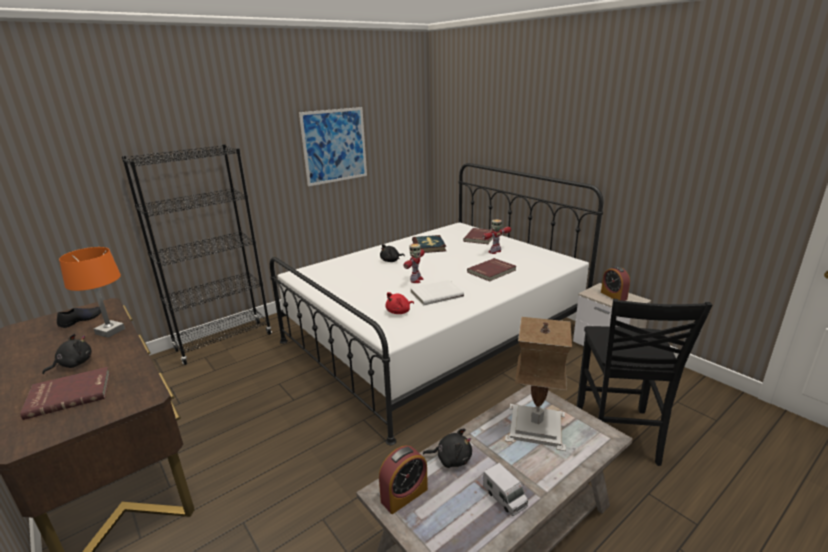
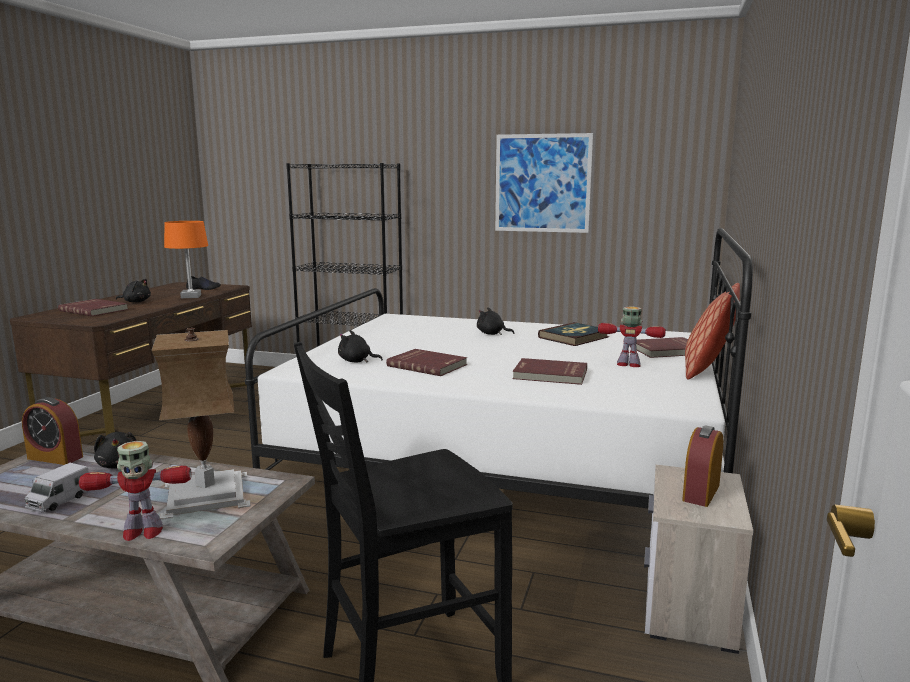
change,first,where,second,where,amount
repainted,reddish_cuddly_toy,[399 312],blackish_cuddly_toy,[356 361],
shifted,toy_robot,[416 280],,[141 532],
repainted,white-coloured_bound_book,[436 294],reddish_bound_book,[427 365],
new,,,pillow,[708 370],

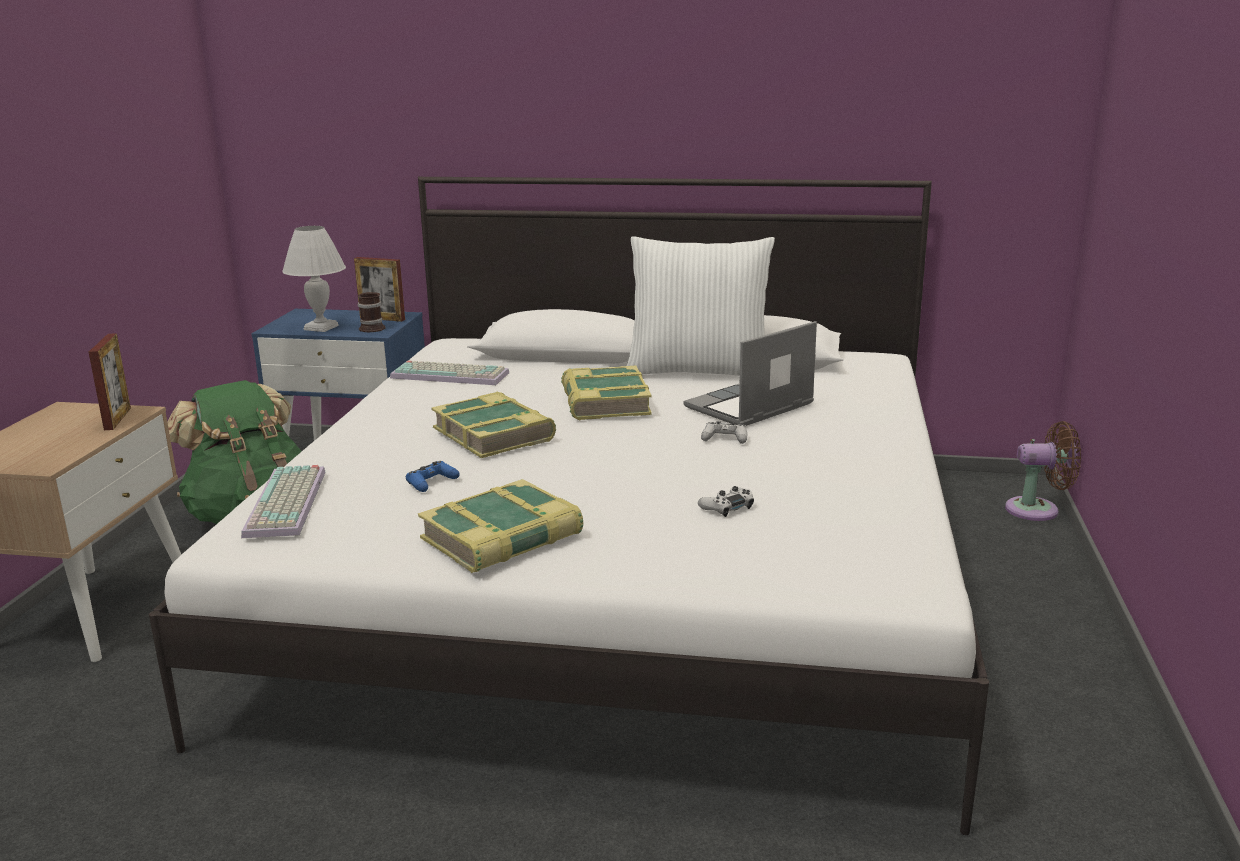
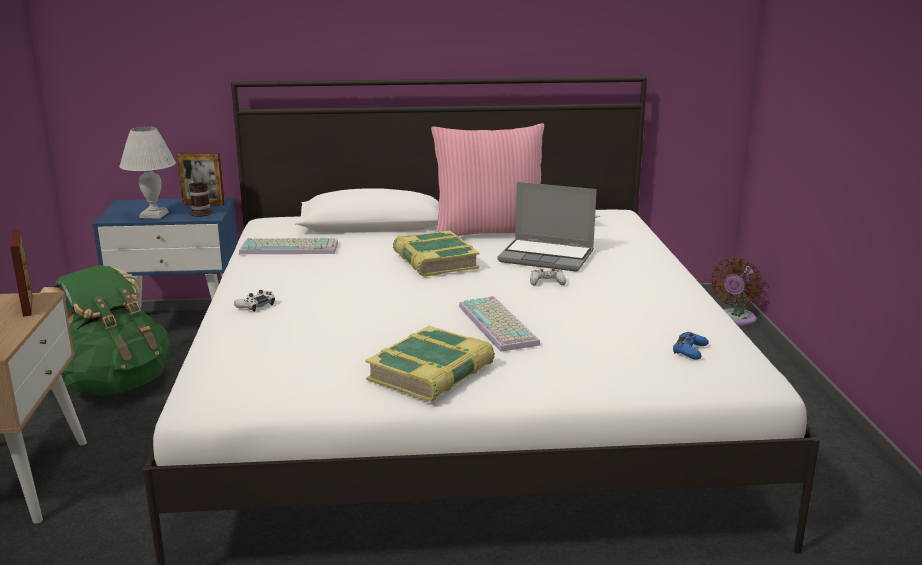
change,first,where,second,where,amount
shifted,PC_keyboard,[288 503],,[500 325],
shifted,blue_gamepad,[431 483],,[690 351],
gone,bound_book,[494 434],,,
repainted,white-coloured_pillow,[698 371],pink-coloured_pillow,[489 232],
rotated,notebook_computer,[749 407],,[547 257],105 degrees counterclockwise
shifted,white-coloured_gamepad,[727 507],,[256 305],
rotated,brown-coloured_electric_fan,[1038 510],,[735 319],135 degrees clockwise

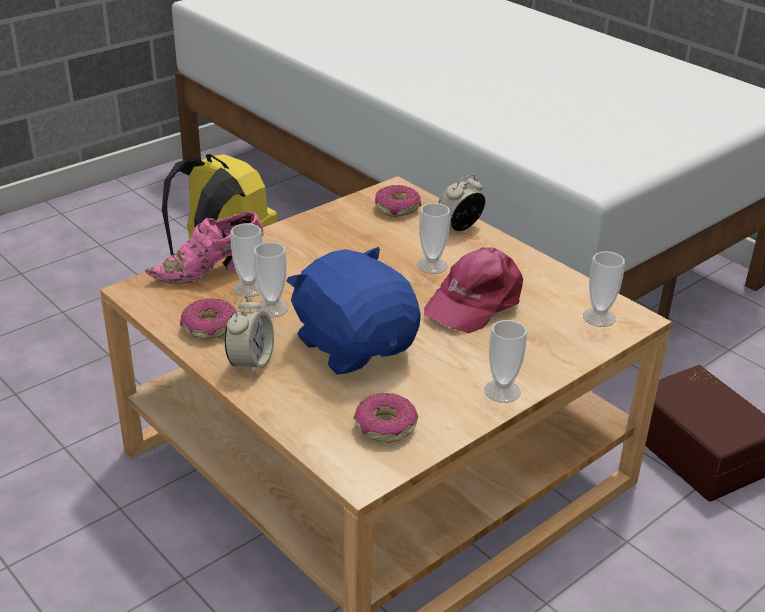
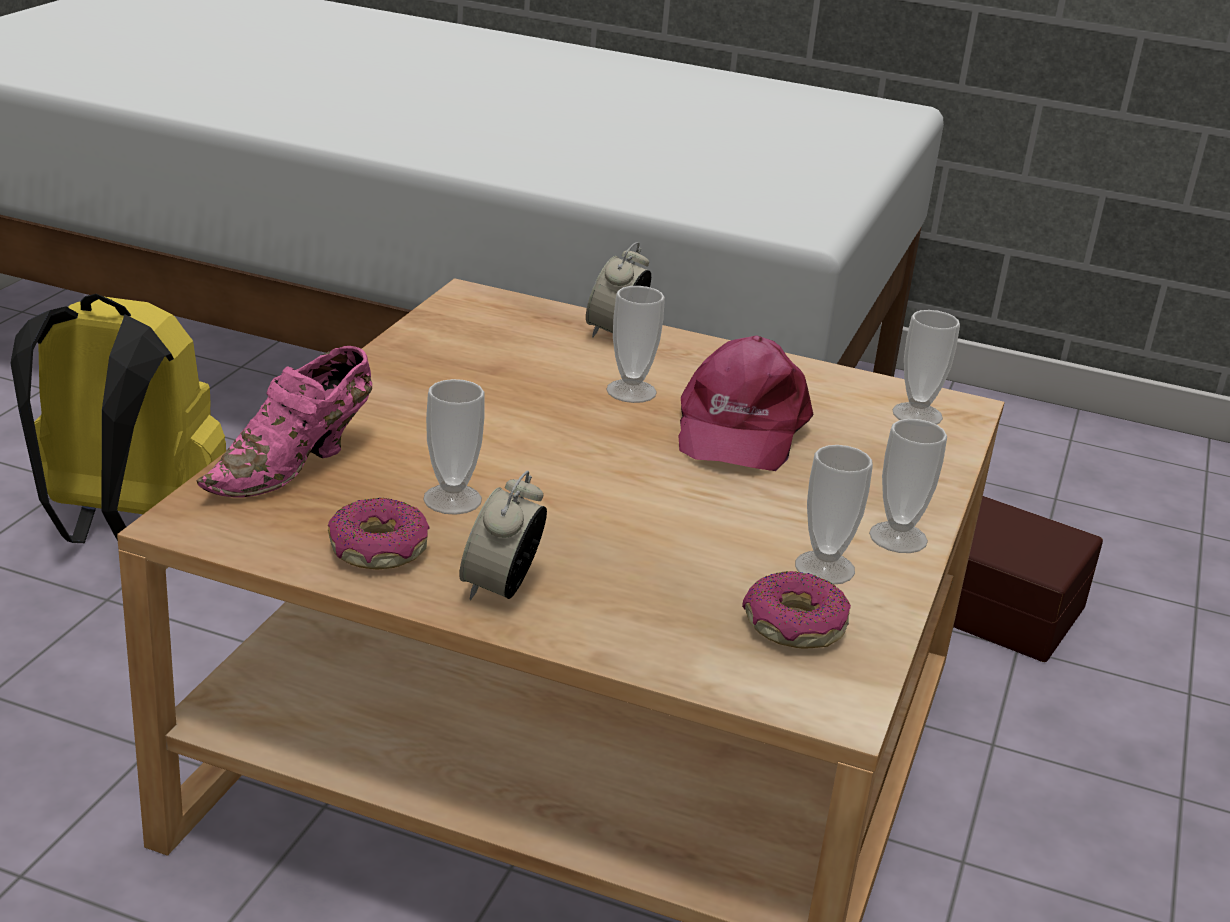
change,first,where,second,where,amount
rotated,alarm_clock,[251 362],,[501 587],150 degrees counterclockwise
shifted,small_cup,[249 288],,[824 568],
gone,blue_cuddly_toy,[355 345],,,
gone,doughnut,[397 208],,,

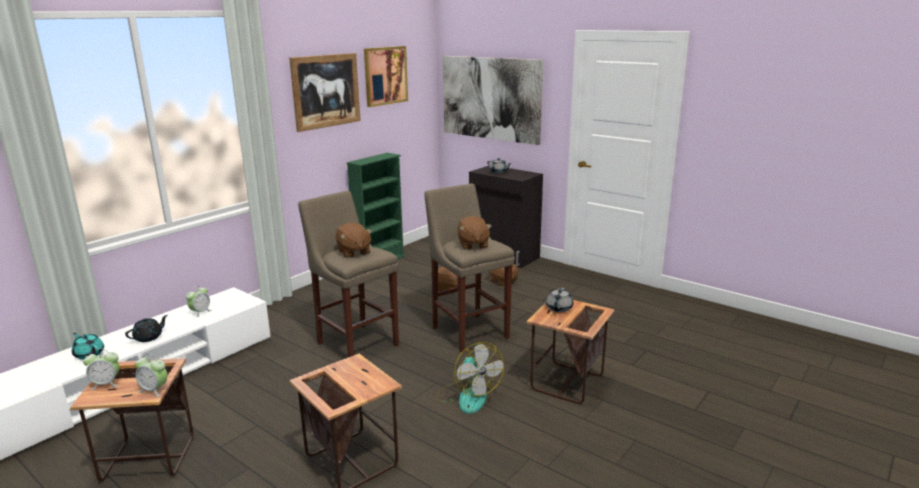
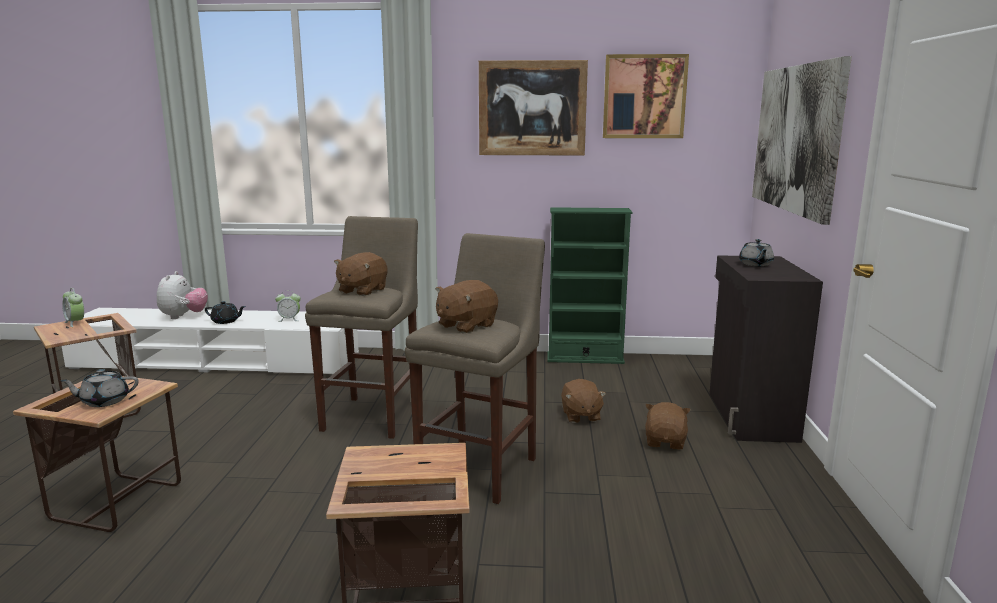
change,first,where,second,where,amount
swapped,blue-green_teapot,[89 354],cuddly_toy,[183 316],
gone,alarm_clock,[154 390],,,
gone,electric_fan,[468 396],,,
shifted,greyish_teapot,[558 308],,[104 401],

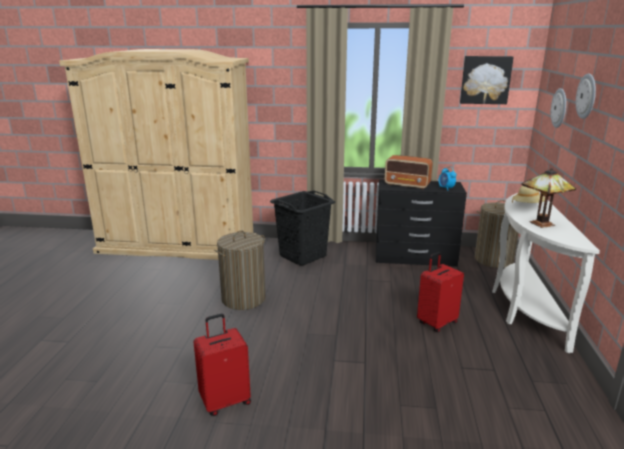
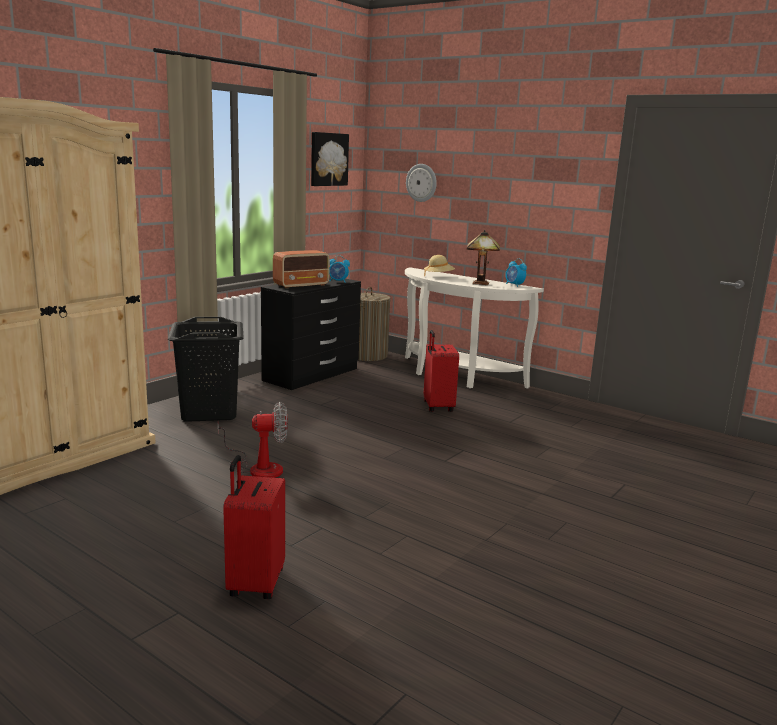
change,first,where,second,where,amount
shifted,reddish_travel_case,[225 401],,[254 583],
swapped,hamper,[243 299],electric_fan,[258 467],
gone,clock_on_the_wall,[587 96],,,
new,,,alarm_clock,[514 285],

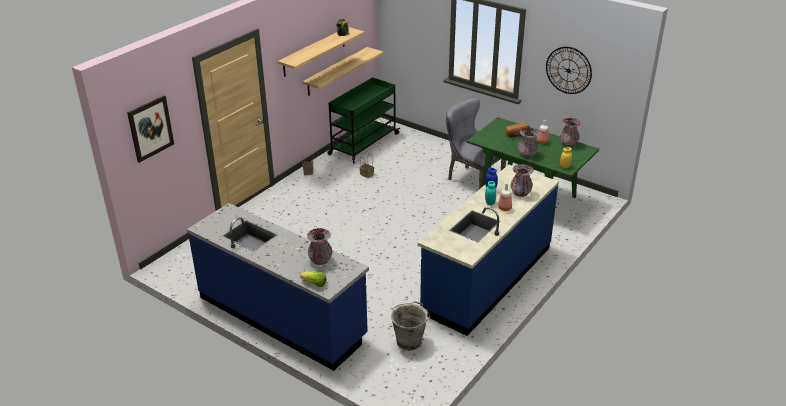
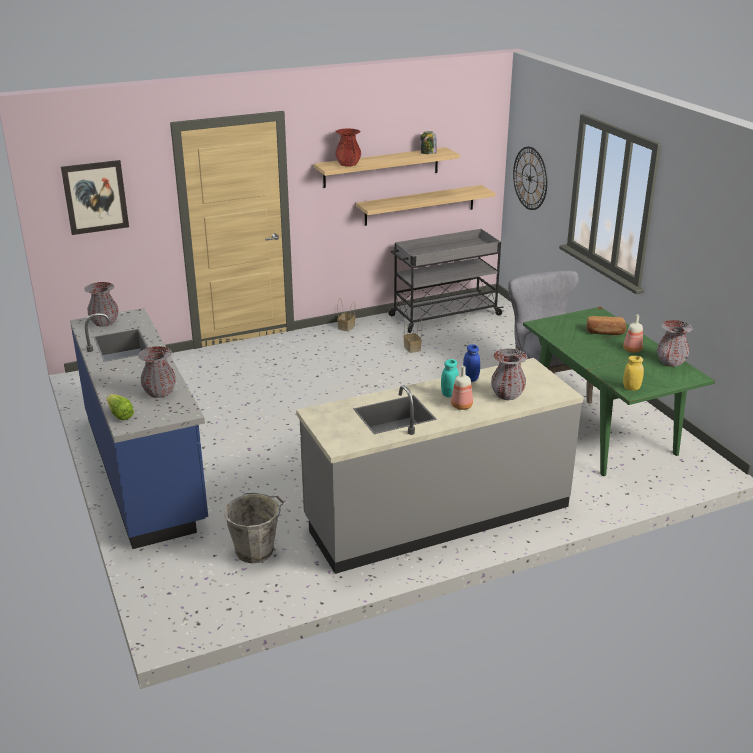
change,first,where,second,where,amount
repainted,green_cart,[363 144],greyish_cart,[443 315],
repainted,blue_kitchen_counter,[486 278],greyish_kitchen_counter,[437 514],
shifted,greyish_vase,[527 154],,[104 323],
shifted,clock_on_the_wall,[568 70],,[530 178],
new,,,reddish_vase,[348 164],

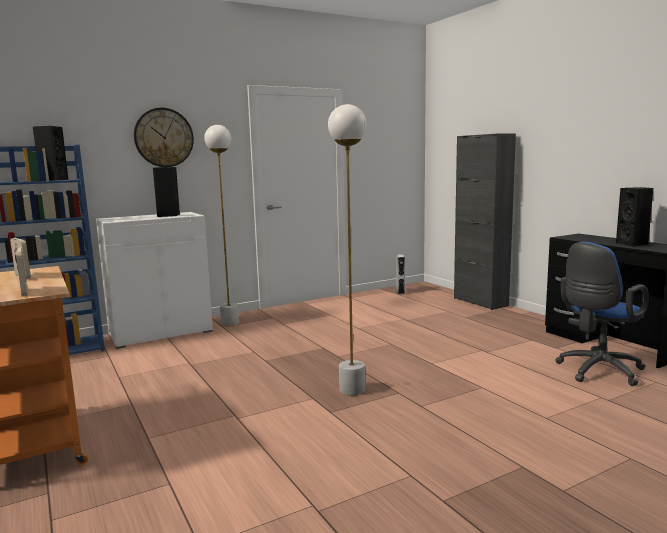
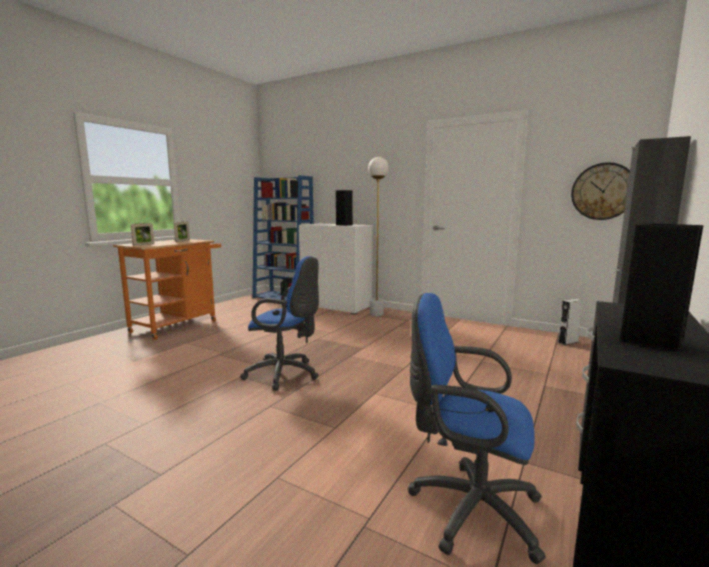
change,first,where,second,where,amount
gone,blackish_loudspeaker,[53 180],,,
shifted,clock_on_the_wall,[164 137],,[603 191],
swapped,white-coloured_floor_lamp,[352 390],blue_office_chair,[285 375],

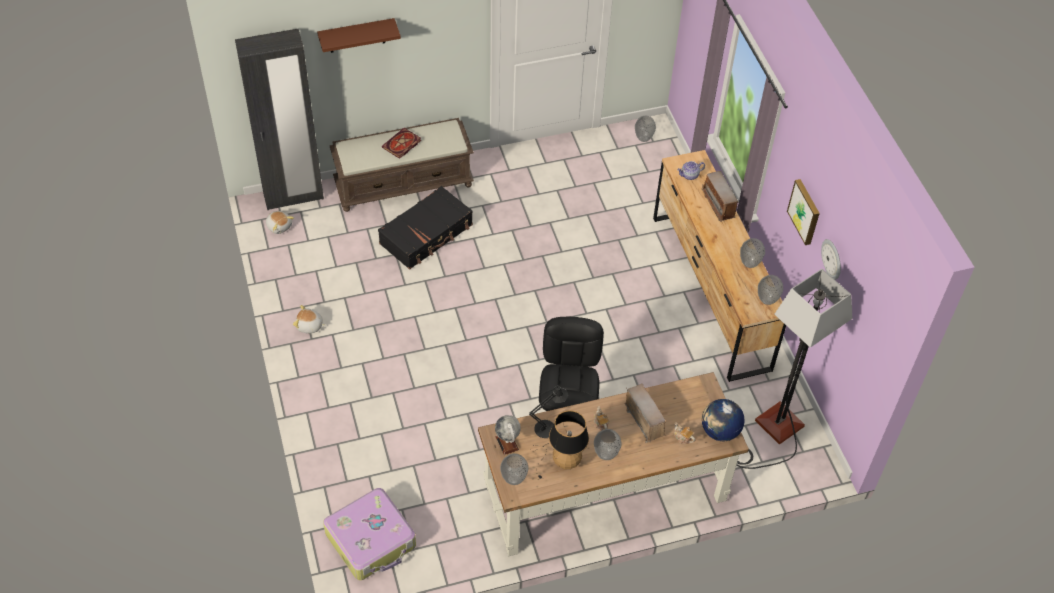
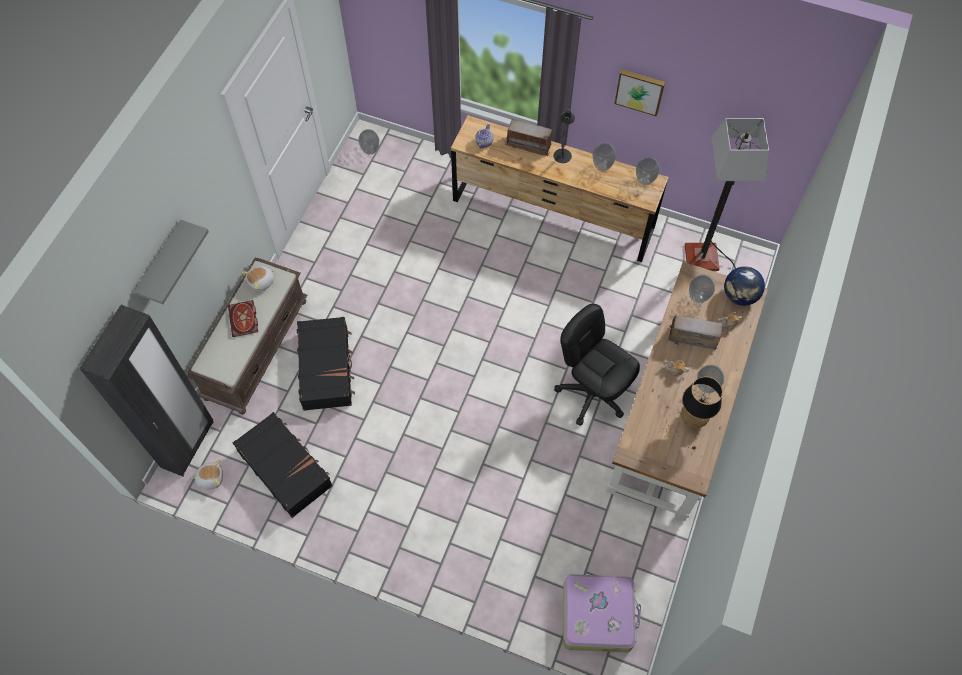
change,first,where,second,where,amount
shifted,cuddly_toy,[309 326],,[262 282],
repainted,brown-coloured_wall_shelf,[357 36],greyish_wall_shelf,[162 264],
gone,desk_globe,[507 443],,,
shifted,vase,[513 479],,[698 298],
shifted,blackish_tabletop_lamp,[548 427],,[563 153],
gone,clock_on_the_wall,[832 259],,,
new,,,blackish_travel_case,[285 468],

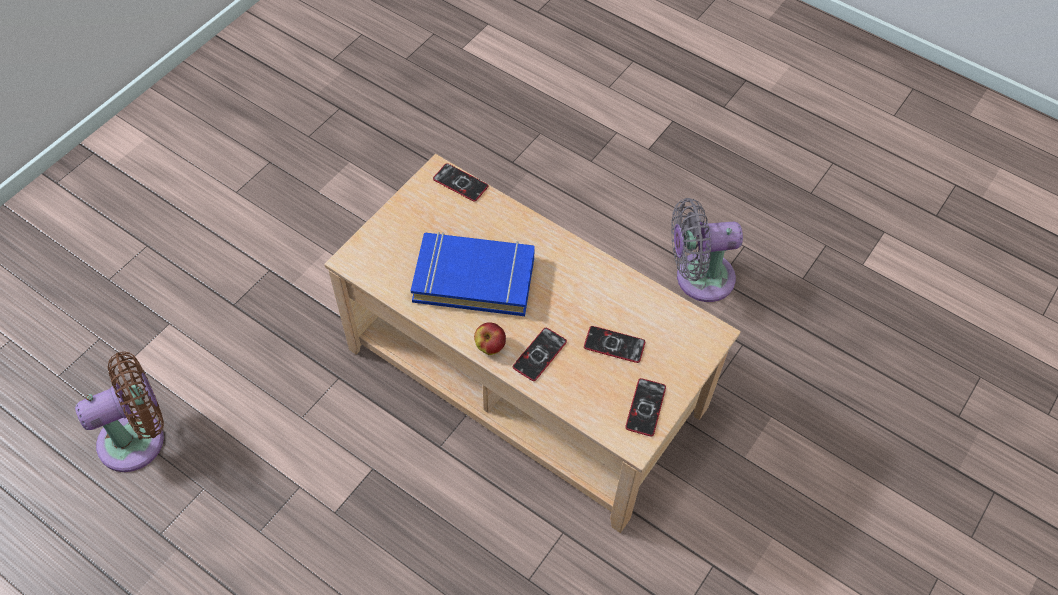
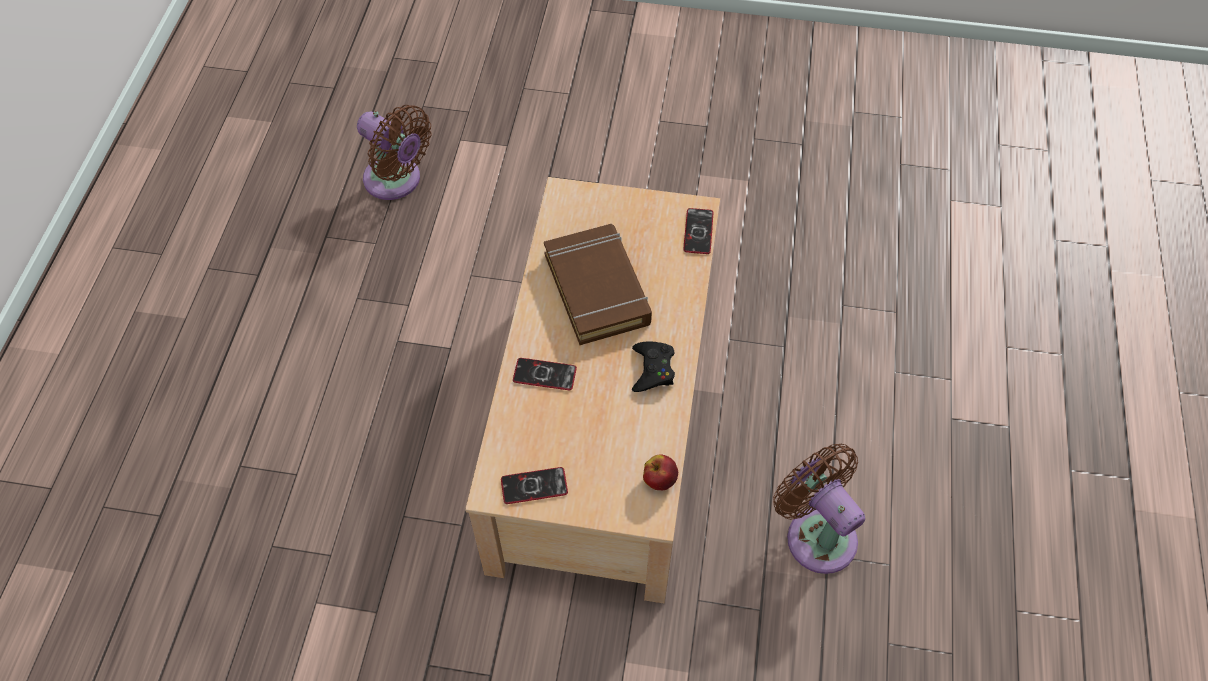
change,first,where,second,where,amount
repainted,blue_bound_book,[474 278],brown-coloured_bound_book,[597 289],
shifted,apple,[490 346],,[659 480],
gone,telephone,[614 345],,,
repainted,greyish_electric_fan,[698 278],brown-coloured_electric_fan,[816 533],
new,,,blackish_gamepad,[652 369],

